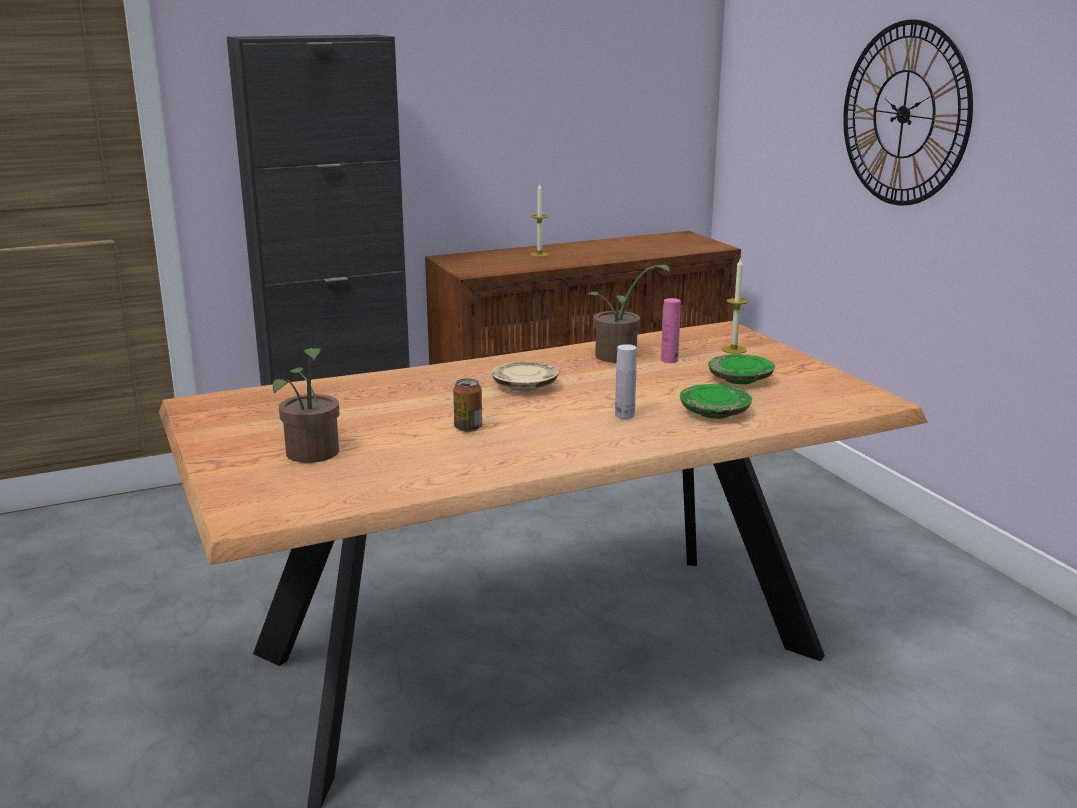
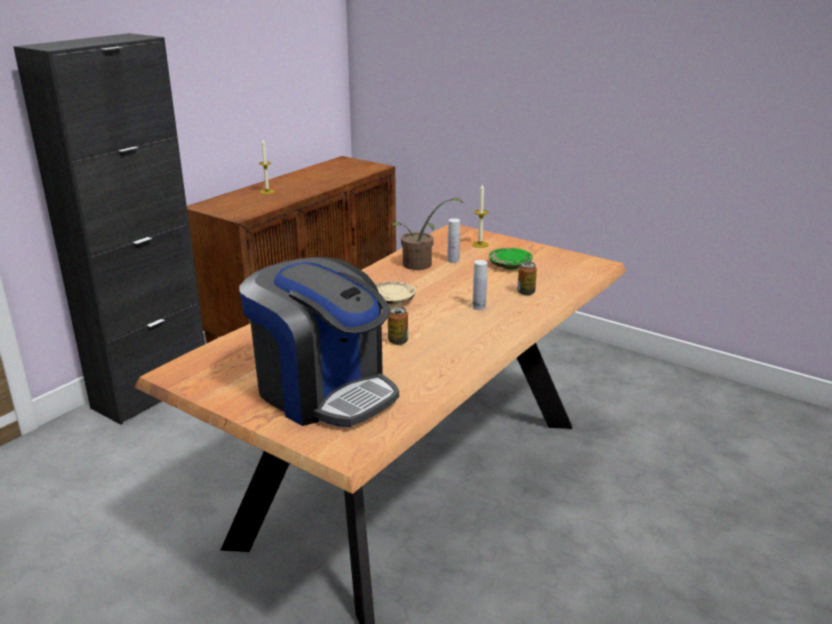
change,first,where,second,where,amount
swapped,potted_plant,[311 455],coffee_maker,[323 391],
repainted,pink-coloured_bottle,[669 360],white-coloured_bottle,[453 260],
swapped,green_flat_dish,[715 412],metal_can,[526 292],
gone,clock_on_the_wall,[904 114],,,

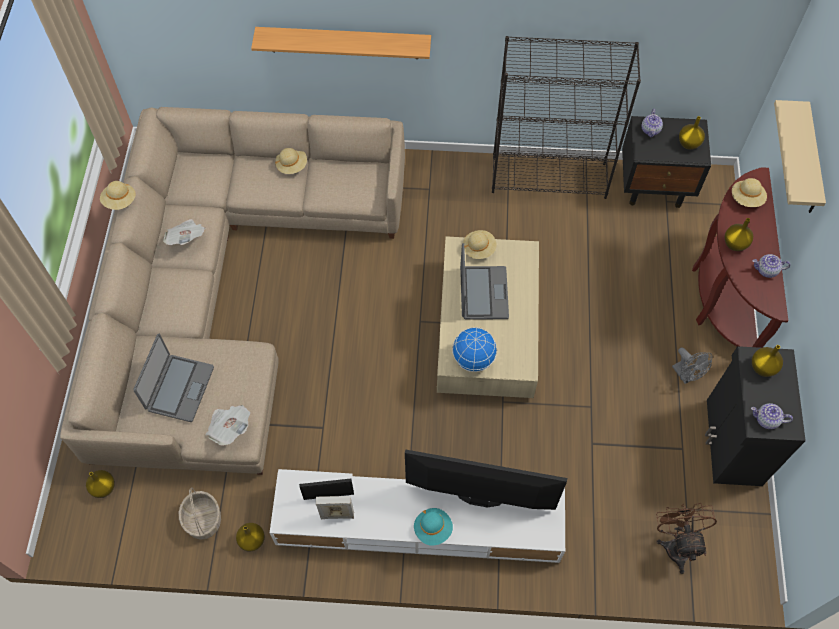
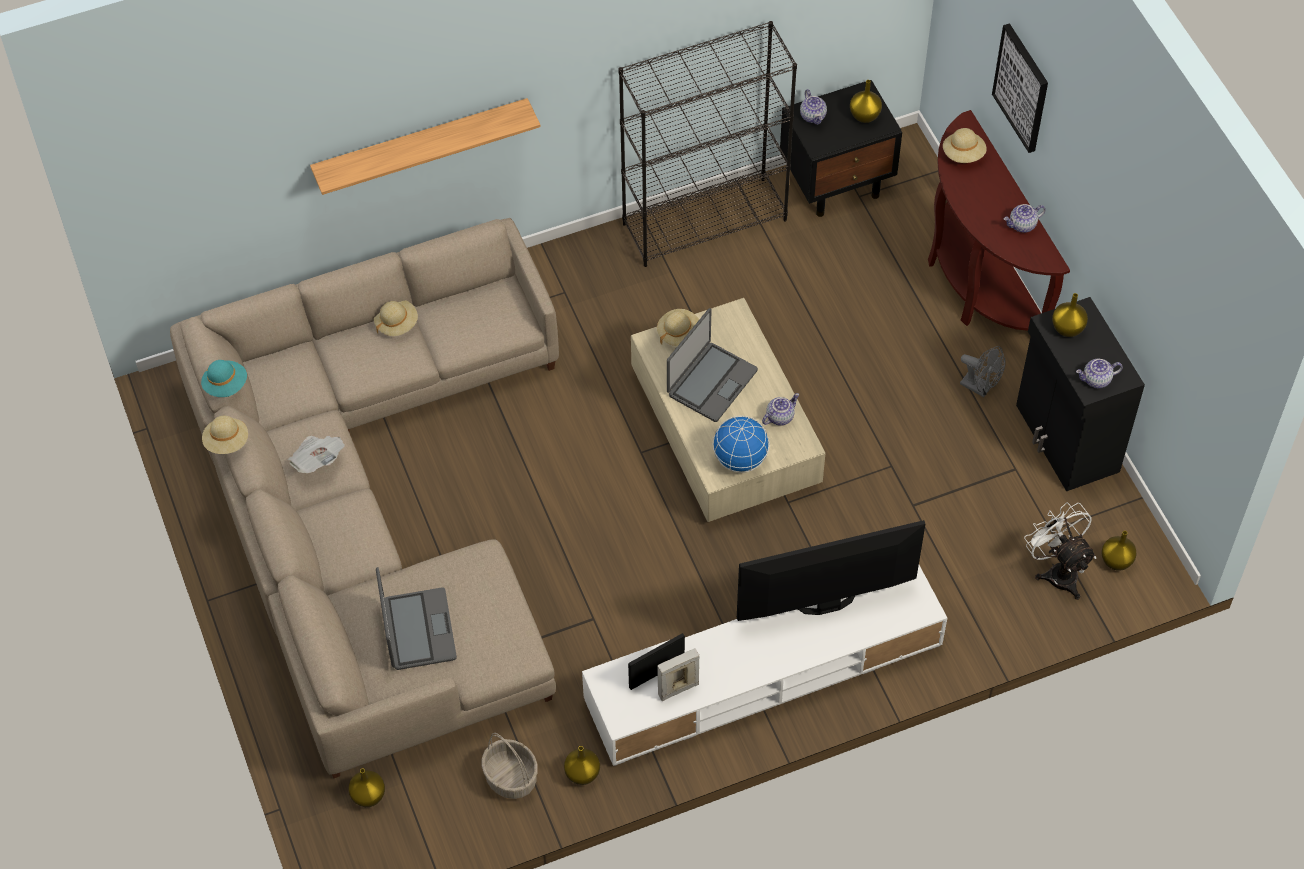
change,first,where,second,where,amount
gone,daily_paper,[229 428],,,
shifted,blue-green_clothing_hat,[433 529],,[226 385],
rotated,notebook_computer,[483 293],,[711 382],60 degrees clockwise
repainted,brown-coloured_electric_fan,[676 544],white-coloured_electric_fan,[1057 571],
shifted,yellowish_vase,[735 243],,[1116 560],
swapped,sand-coloured_wall_shelf,[811 162],wall_picture,[1022 87],
new,,,teapot,[779 416],

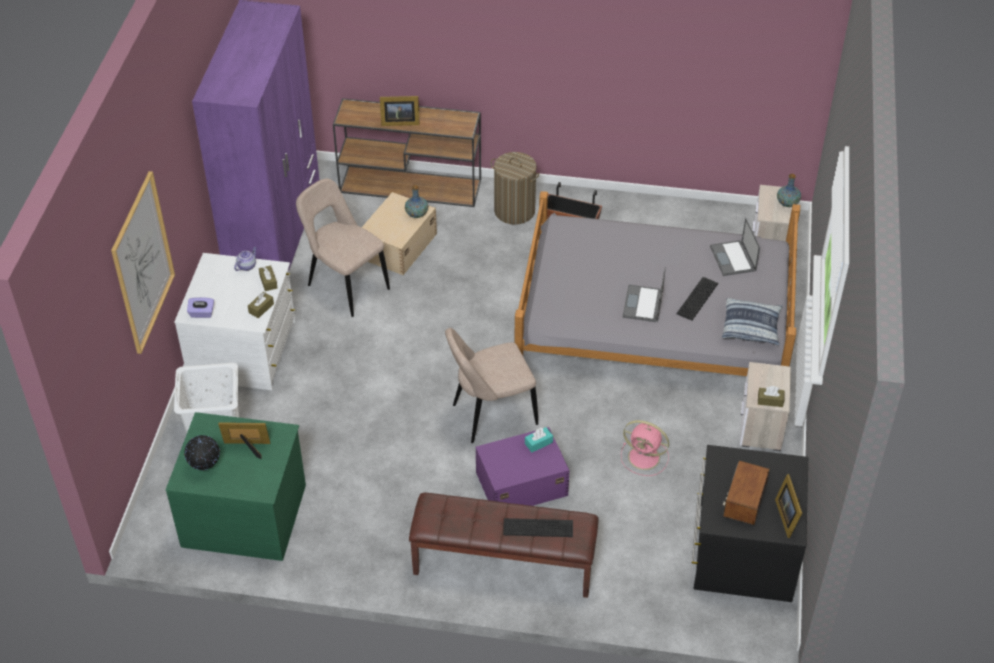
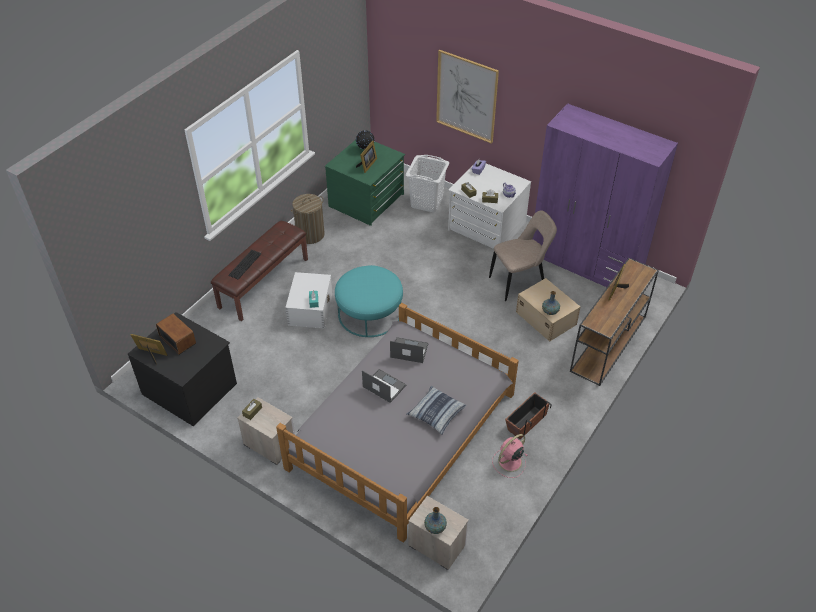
change,first,where,second,where,amount
swapped,sand-coloured_chair,[490 415],blue-green_pouffe,[369 313],
repainted,purplish_storage_container,[520 483],white-coloured_storage_container,[311 308],
shifted,hamper,[514 211],,[310 234],
shifted,pink-coloured_electric_fan,[645 458],,[509 462],
gone,PC_keyboard,[697 298],,,
shifted,notebook_computer,[733 259],,[408 350],
shifted,pillow,[751 327],,[436 413],

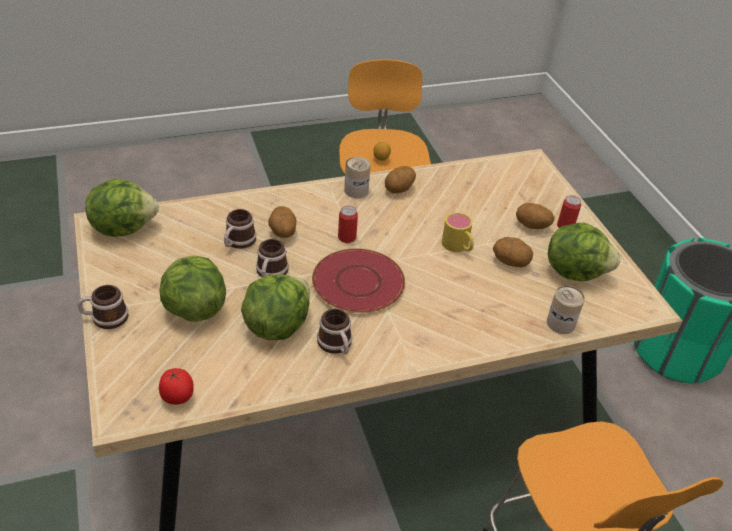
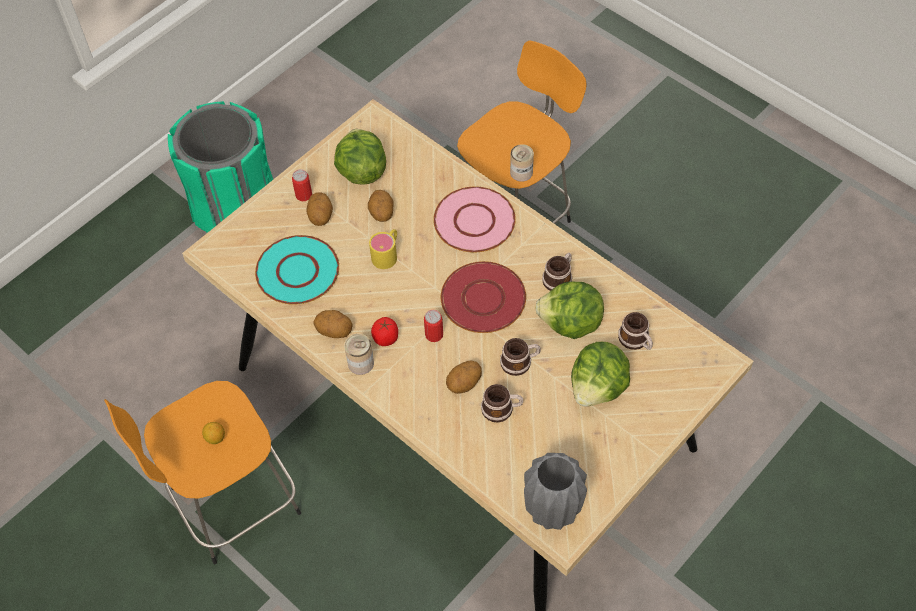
change,first,where,second,where,amount
shifted,coffee_mug,[105 318],,[636 341],
swapped,lettuce_head,[123 227],greyish_vase,[552 511],
shifted,fresh_tomato,[178 398],,[386 338],
shifted,metal_can,[560 323],,[521 172],
new,,,blue-green_flat_dish,[297 271],
new,,,pink-coloured_flat_dish,[474 220],

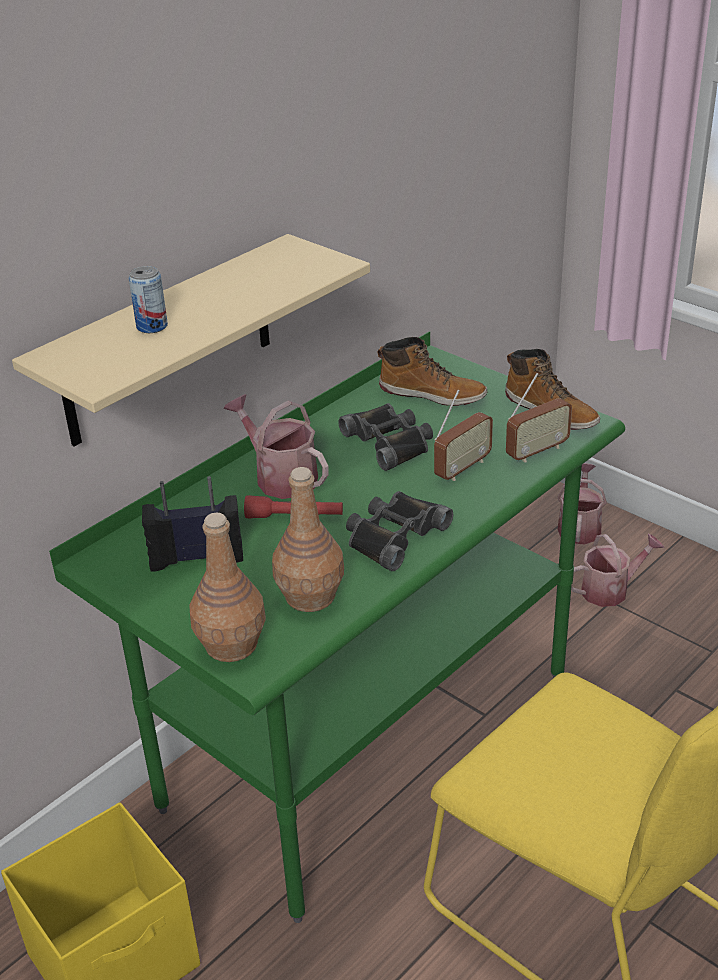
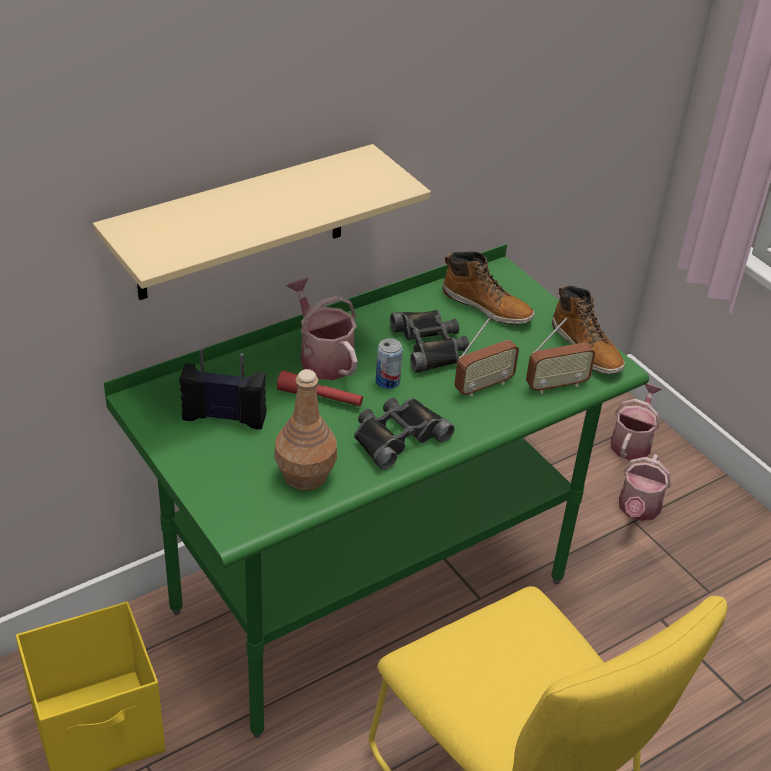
change,first,where,second,where,amount
shifted,metal_can,[152 326],,[387 381],
gone,brown-coloured_bottle,[230 645],,,
rotated,watering_pot,[610 589],,[637 510],120 degrees clockwise

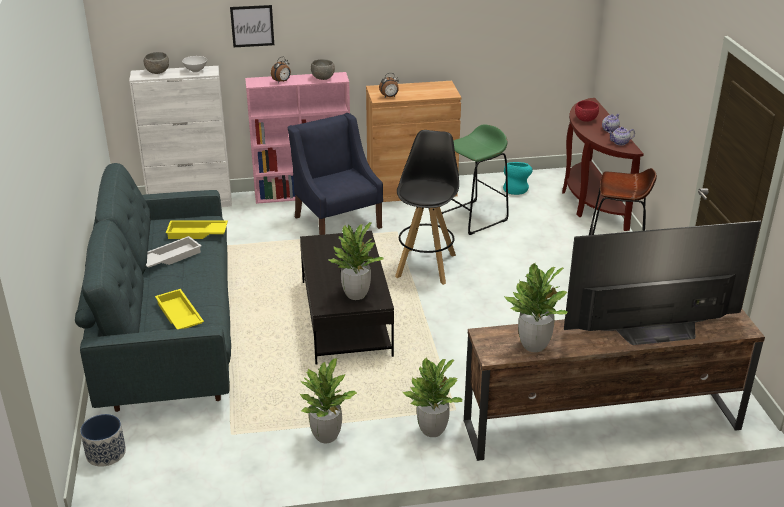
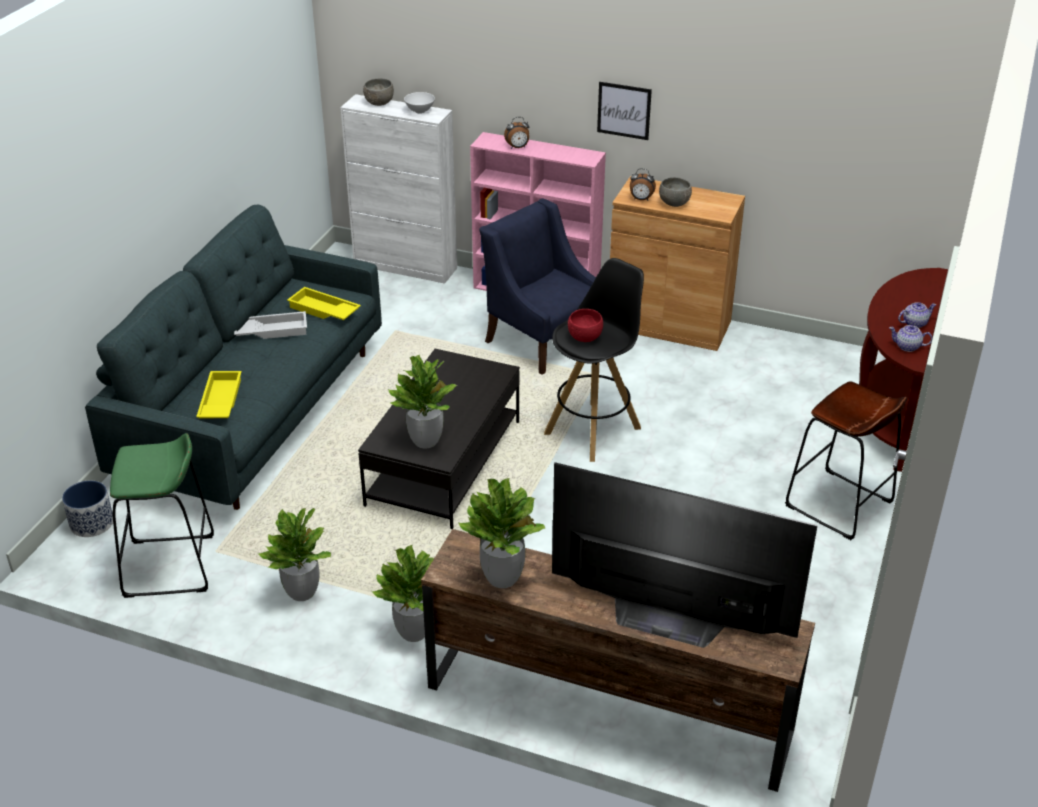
change,first,where,second,where,amount
shifted,wall_picture,[252 26],,[624 110],
rotated,blue_easy_chair,[337 221],,[543 340],45 degrees counterclockwise
shifted,greyish_serving_bowl,[323 78],,[674 204],
shifted,green_stool_seat,[472 217],,[170 566],
gone,blue-green_vase,[516 188],,,
shifted,reddish_serving_bowl,[585 120],,[584 338],

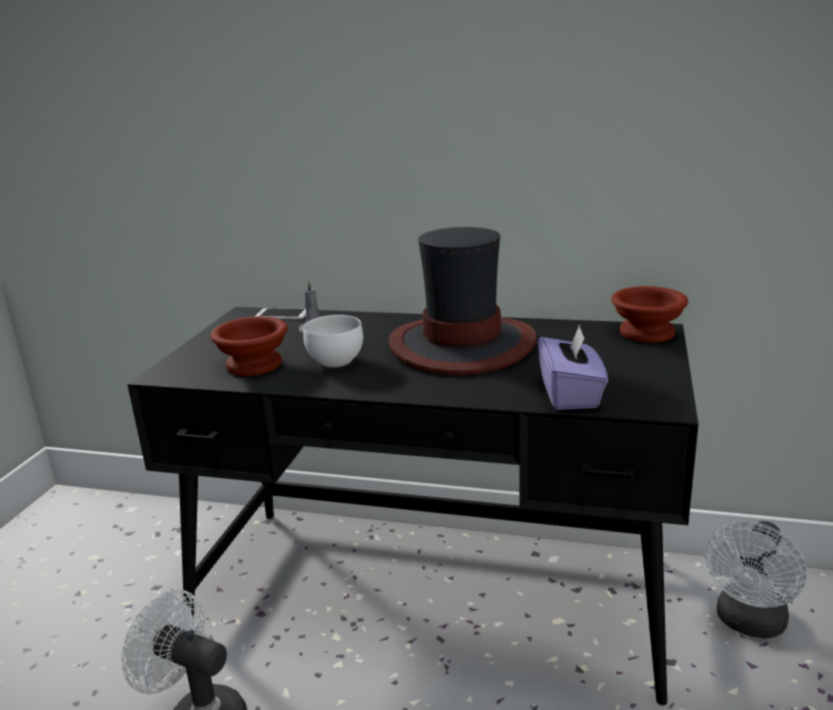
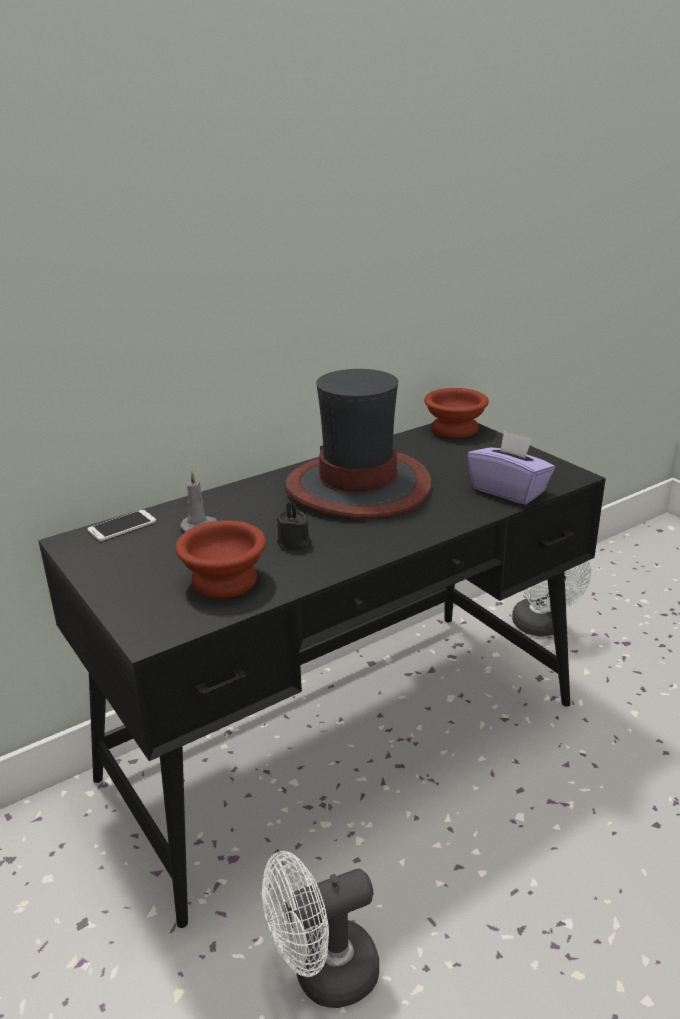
change,first,where,second,where,amount
swapped,white-coloured_serving_bowl,[337 362],blackish_wax_candle,[294 543],

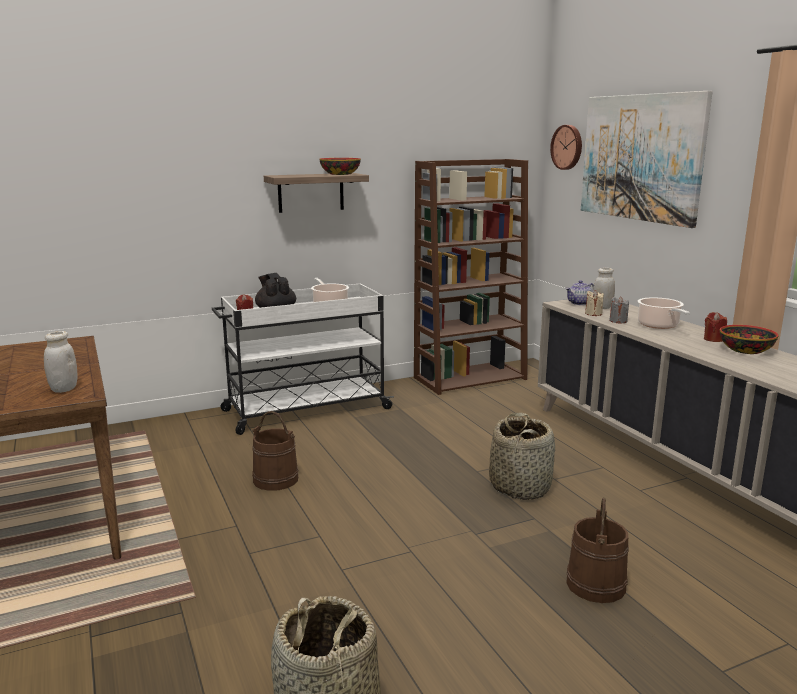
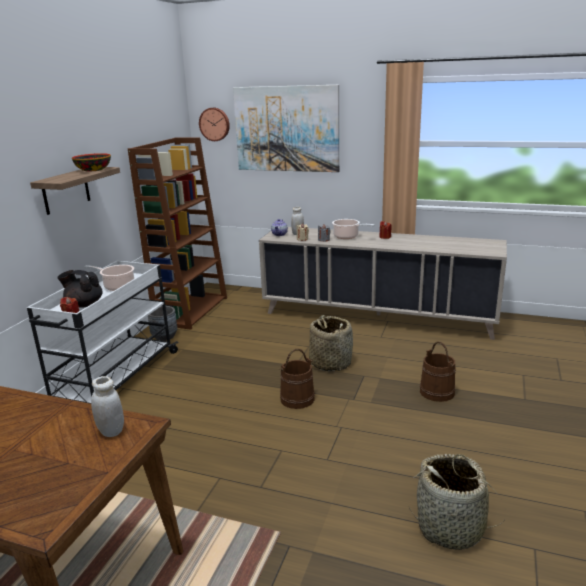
change,first,where,second,where,amount
shifted,brown-coloured_water_bucket,[276 479],,[297 398],
gone,serving_bowl,[746 350],,,
new,,,greyish_plant_pot,[164 336],

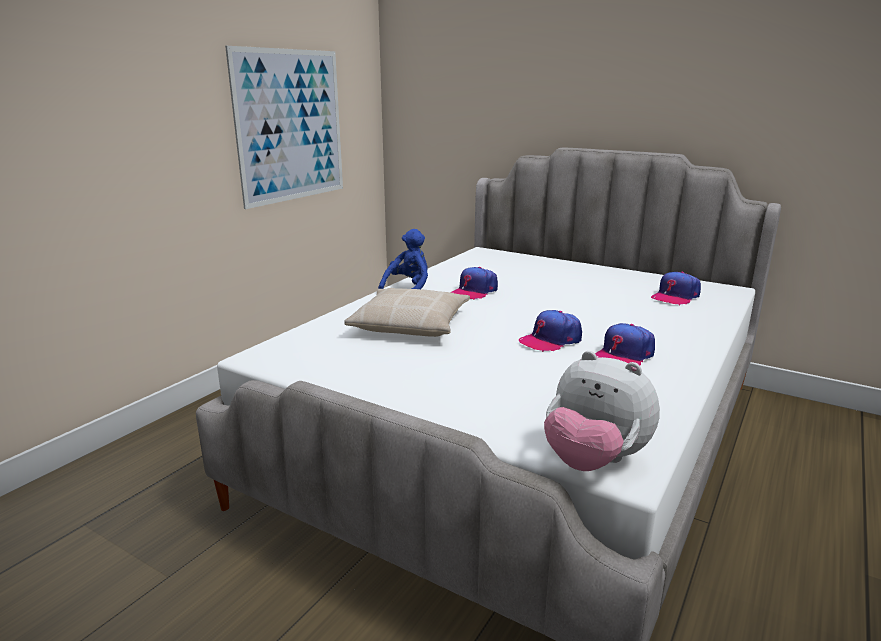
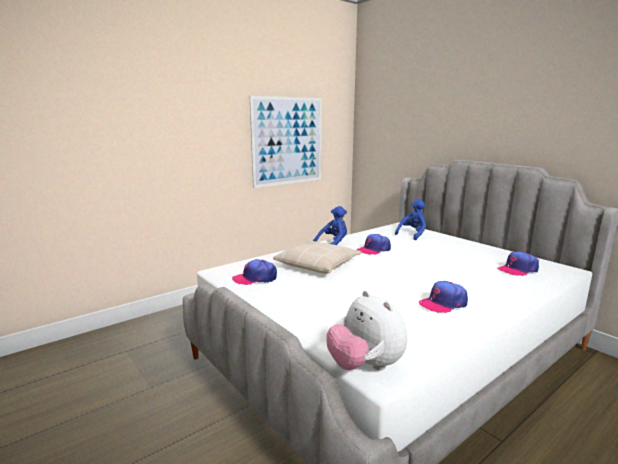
change,first,where,second,where,amount
shifted,baseball_cap,[550 340],,[255 278],
new,,,blue_cuddly_toy,[412 234],

